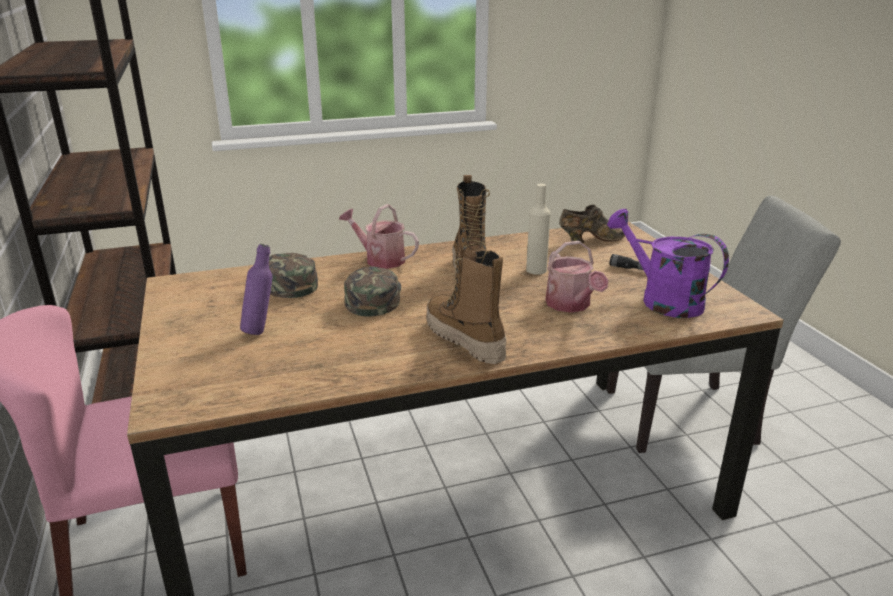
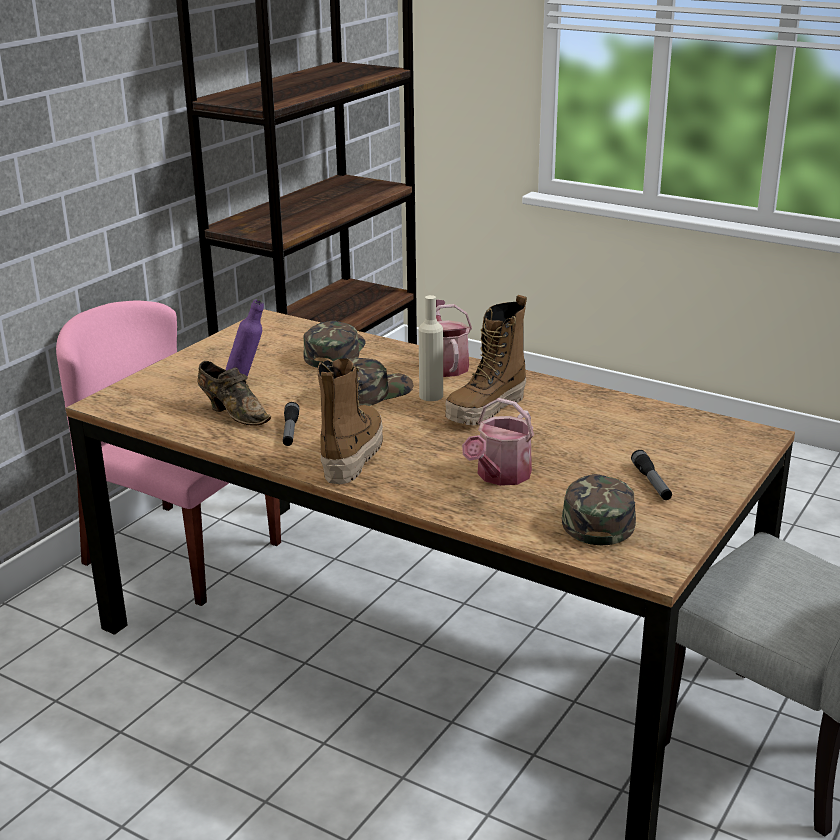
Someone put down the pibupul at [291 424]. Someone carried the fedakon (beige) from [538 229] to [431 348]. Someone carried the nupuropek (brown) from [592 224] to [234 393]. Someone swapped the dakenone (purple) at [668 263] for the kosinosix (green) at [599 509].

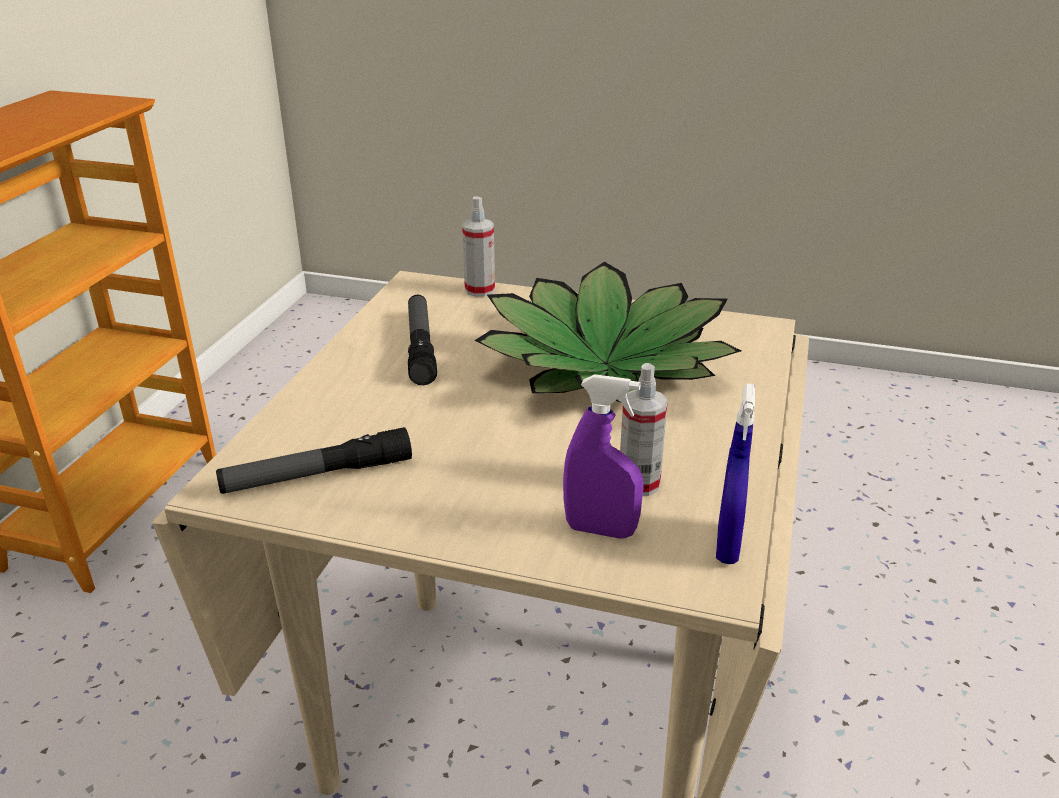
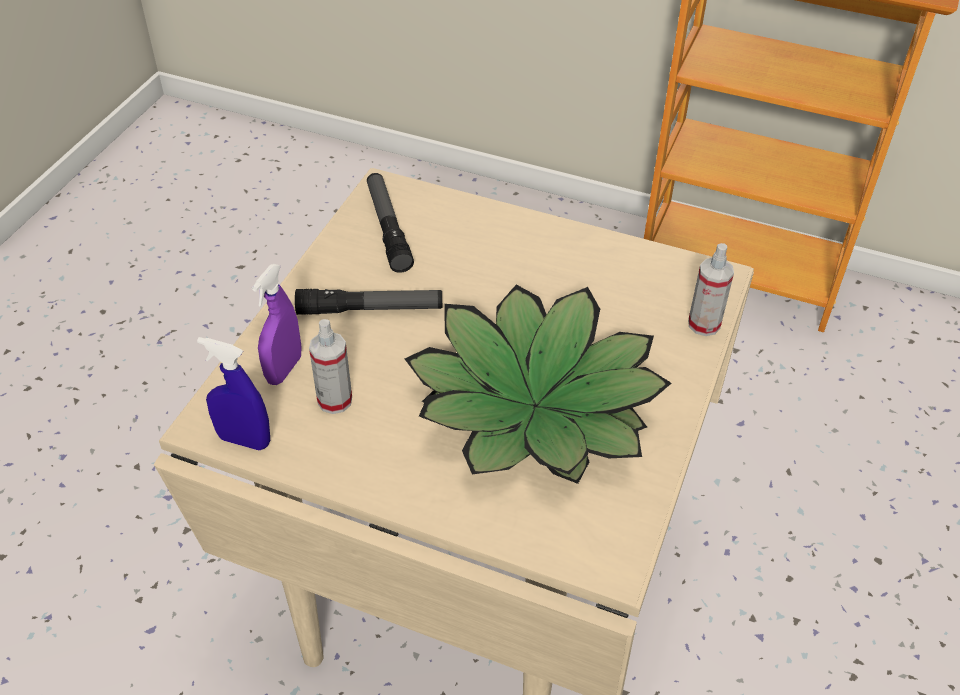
Someone carried the pibupul from [422 340] to [368 302].

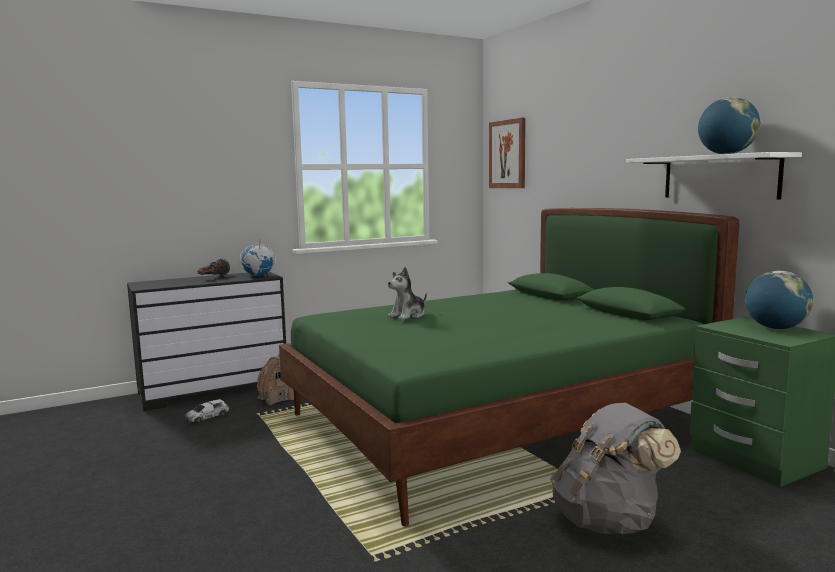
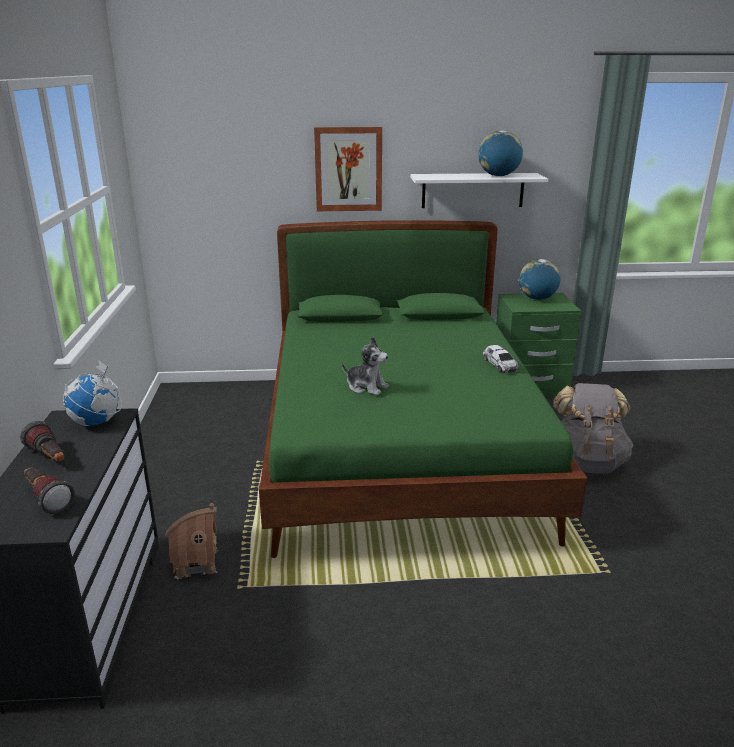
Someone put down the pibupul at [49 490]. Someone carried the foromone from [207 411] to [501 359]. Someone carried the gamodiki from [507 153] to [348 169]. Someone rotated the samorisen at [407 293] by 45 degrees counterclockwise.

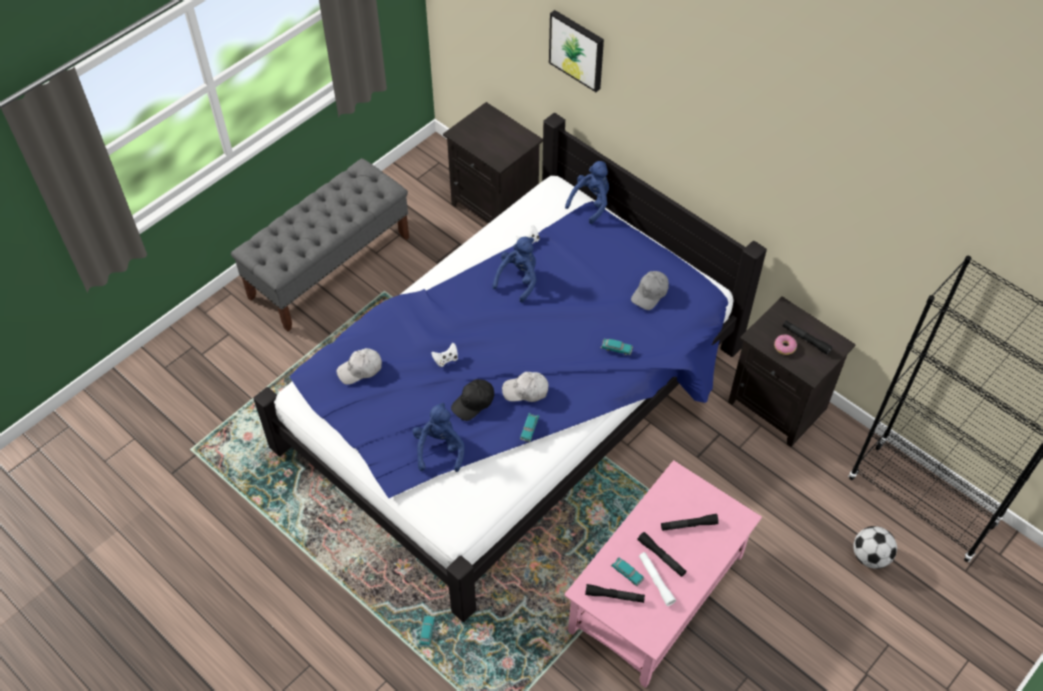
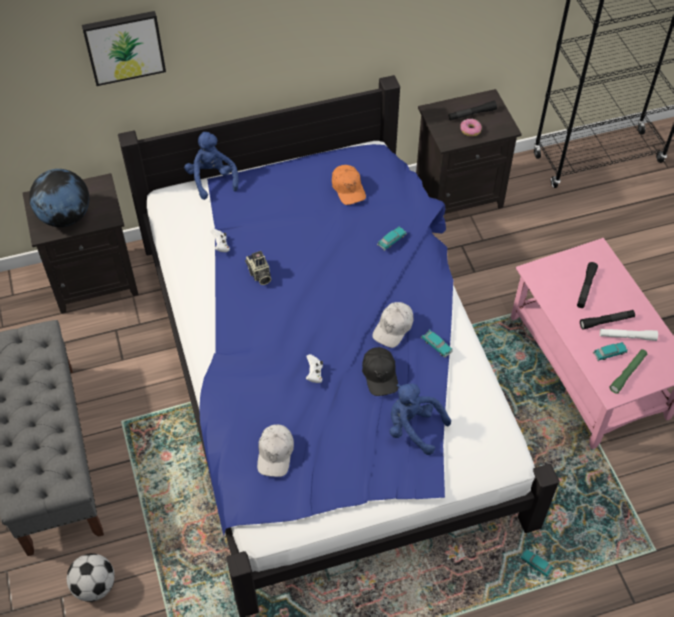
Someone put down the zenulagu at [59 198]. Someone carried the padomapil from [875 547] to [91 577]. Someone swapped the samorisen (blue) at [514 270] for the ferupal at [258 268]. Someone repainted the pibupul (black) at [615 593], which became the pibupul (green) at [628 371]. Someone repainted the kosinosix (grey) at [650 290], which became the kosinosix (orange) at [349 185].

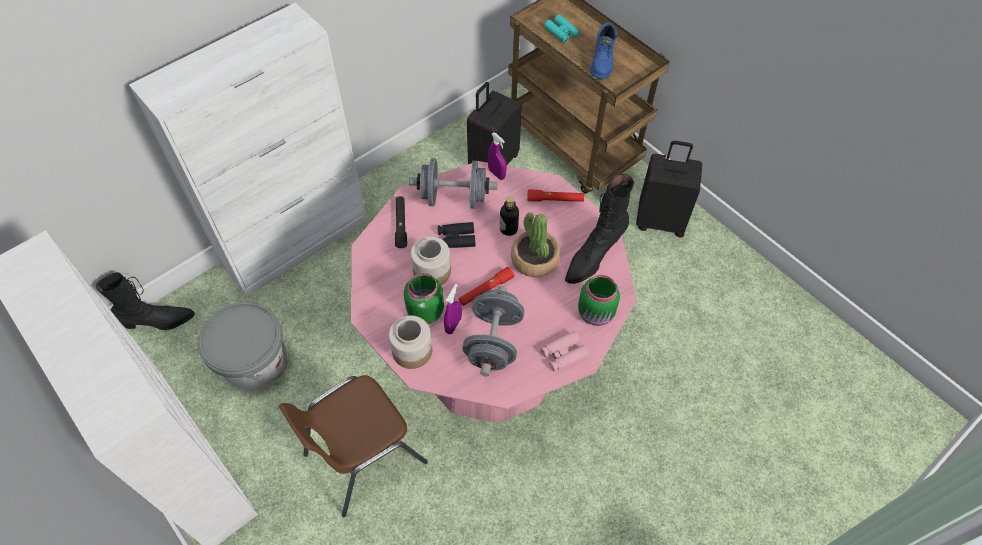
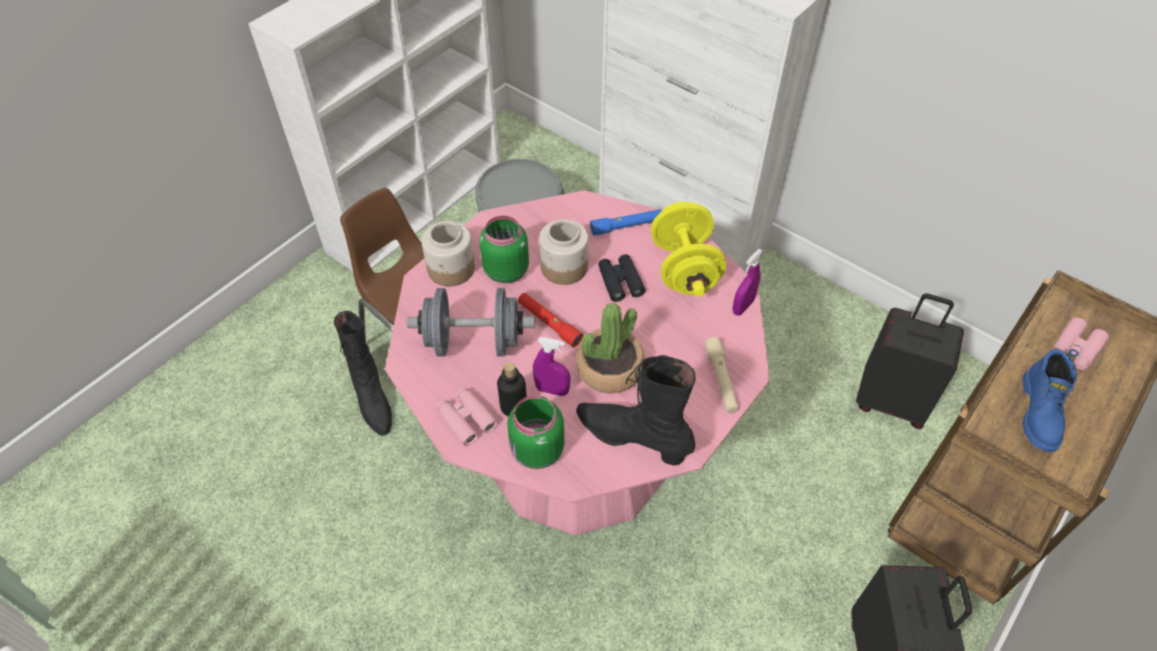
Someone carried the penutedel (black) from [145 301] to [363 373]. Someone carried the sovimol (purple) from [453 309] to [551 366]. Someone carried the fedakon from [509 216] to [512 389]. Someone repainted the pibupul (black) at [401 222], which became the pibupul (blue) at [625 222]. Someone repainted the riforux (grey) at [453 183], which became the riforux (yellow) at [688 249]. Someone repainted the pibupul (red) at [555 195], which became the pibupul (beige) at [721 375]. Someone repainted the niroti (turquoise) at [561 28], which became the niroti (pink) at [1080 343]. Someone rotated the penutedel (blue) at [603 51] by 75 degrees counterclockwise.

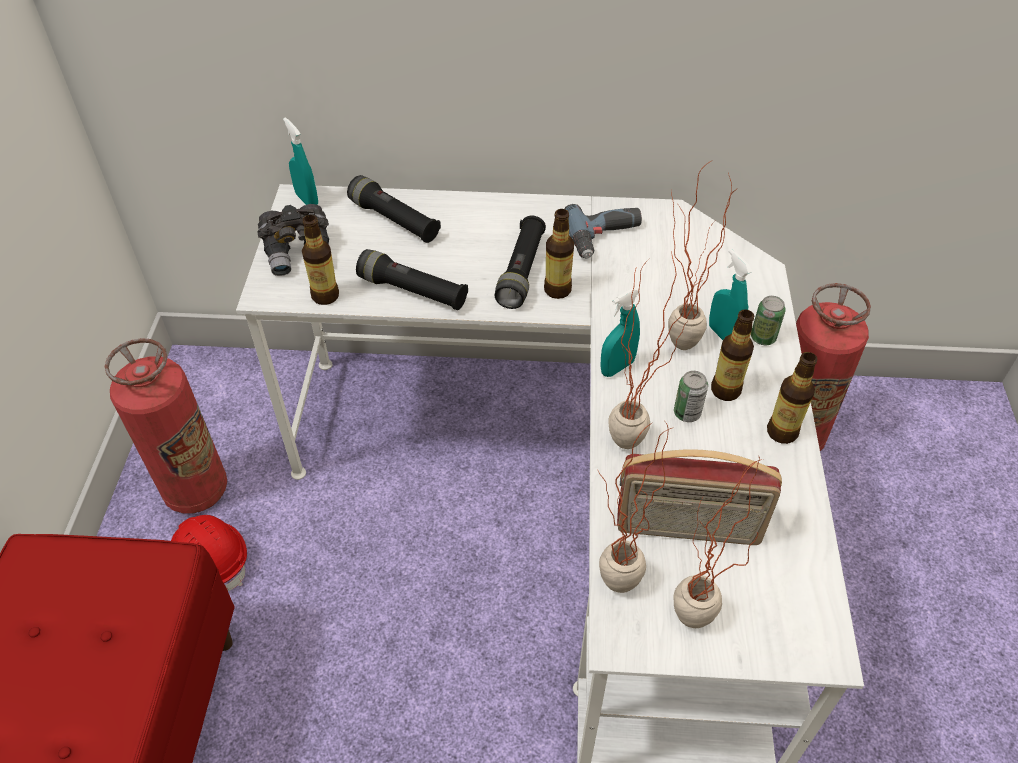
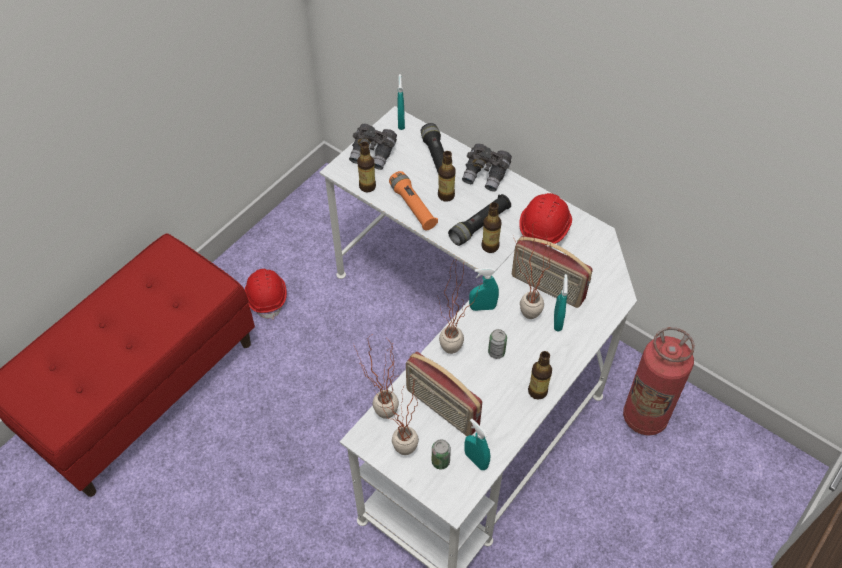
Someone took away the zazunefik at [166 426]. Someone put down the niroti (grey) at [487 167]. Someone put down the sovimol (turquoise) at [477 444]. Someone put down the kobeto at [552 271]. Someone carried the fedakon from [732 355] to [447 176]. Someone carried the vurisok from [768 320] to [441 454]. Someone swapped the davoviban at [603 231] for the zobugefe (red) at [545 220]. Someone repainted the pibupul (black) at [412 279], which became the pibupul (orange) at [413 200].

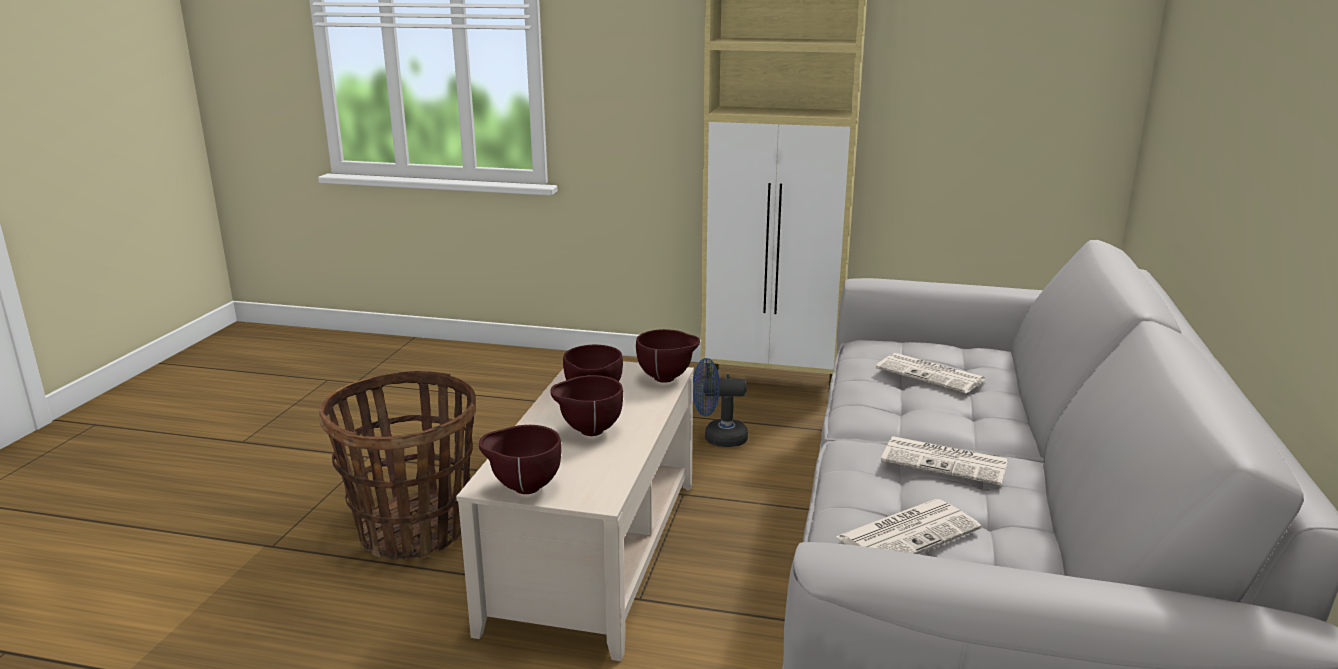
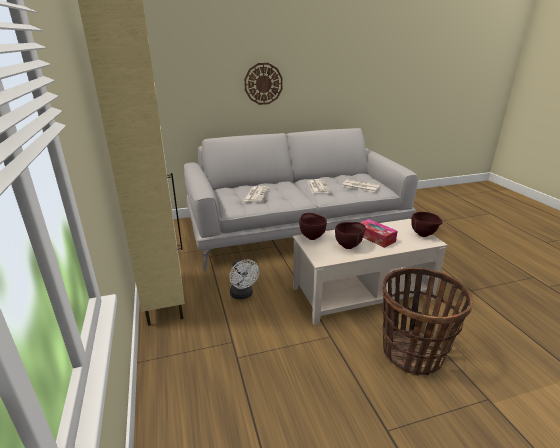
Someone put up the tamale at [263 84]. Someone swapped the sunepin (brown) at [586 405] for the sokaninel at [379 233]. Someone repainted the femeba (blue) at [720 402], which became the femeba (white) at [244 280].

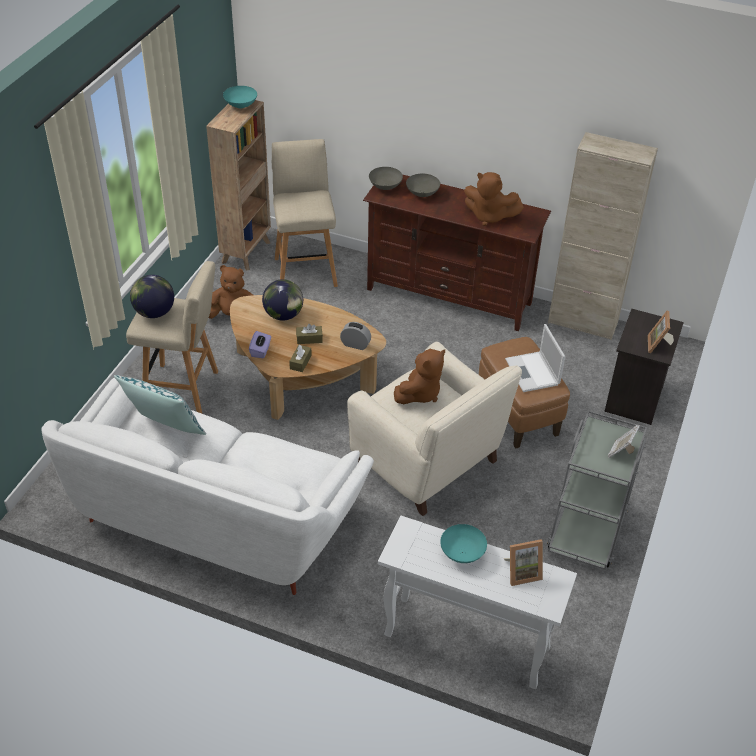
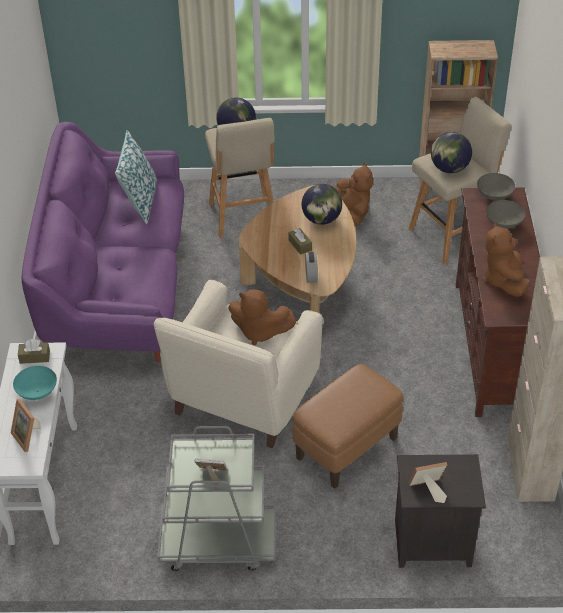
Someone took away the sunepin (turquoise) at [240 97]. Someone took away the sokaninel (purple) at [260 345]. Someone took away the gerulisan at [535 358]. Someone put down the zenulagu at [451 152]. Someone carried the sokaninel (brown) from [300 358] to [34 351]. Someone repainted the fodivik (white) at [208 486], which became the fodivik (purple) at [103 242].

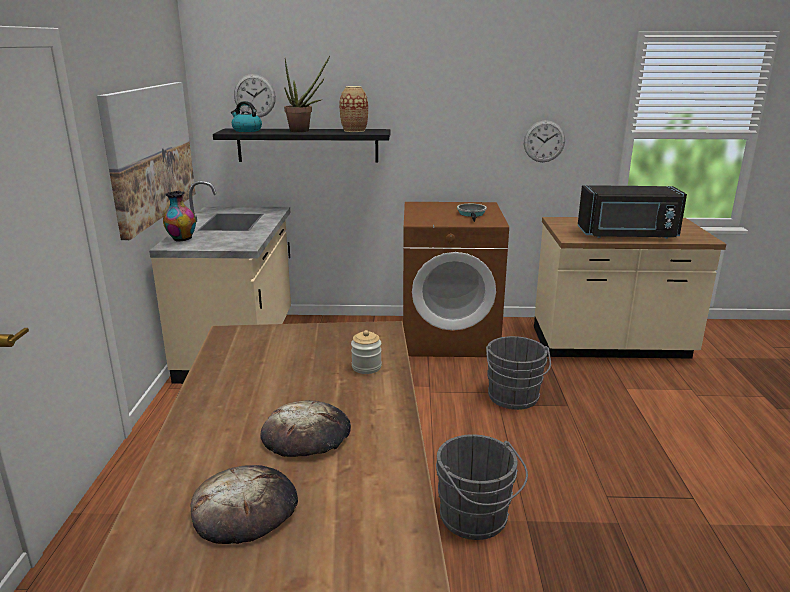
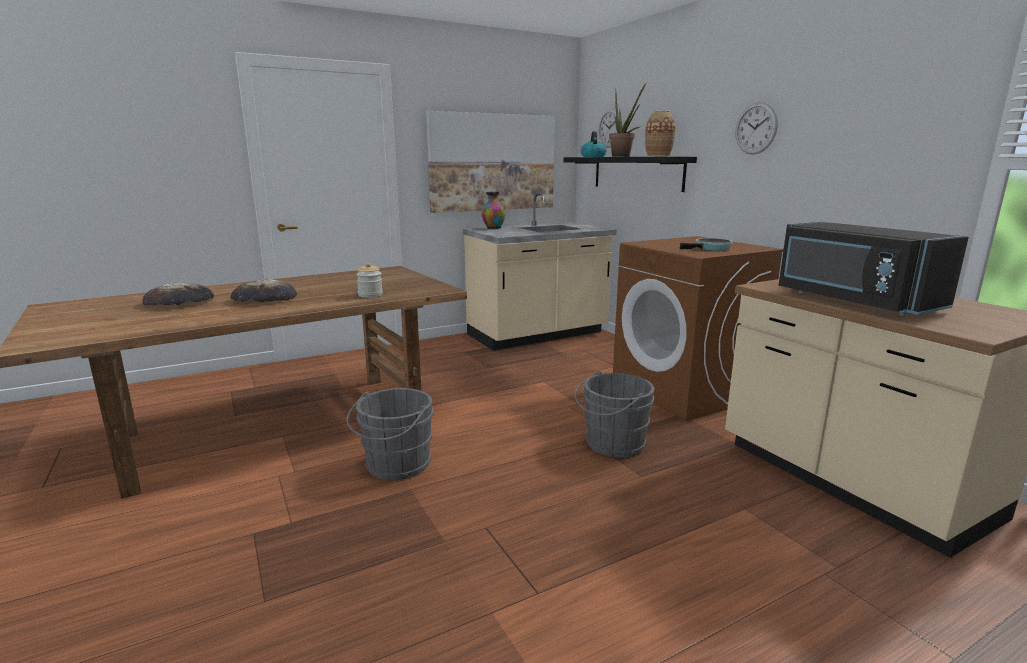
Someone carried the tamale from [544 141] to [757 128].

